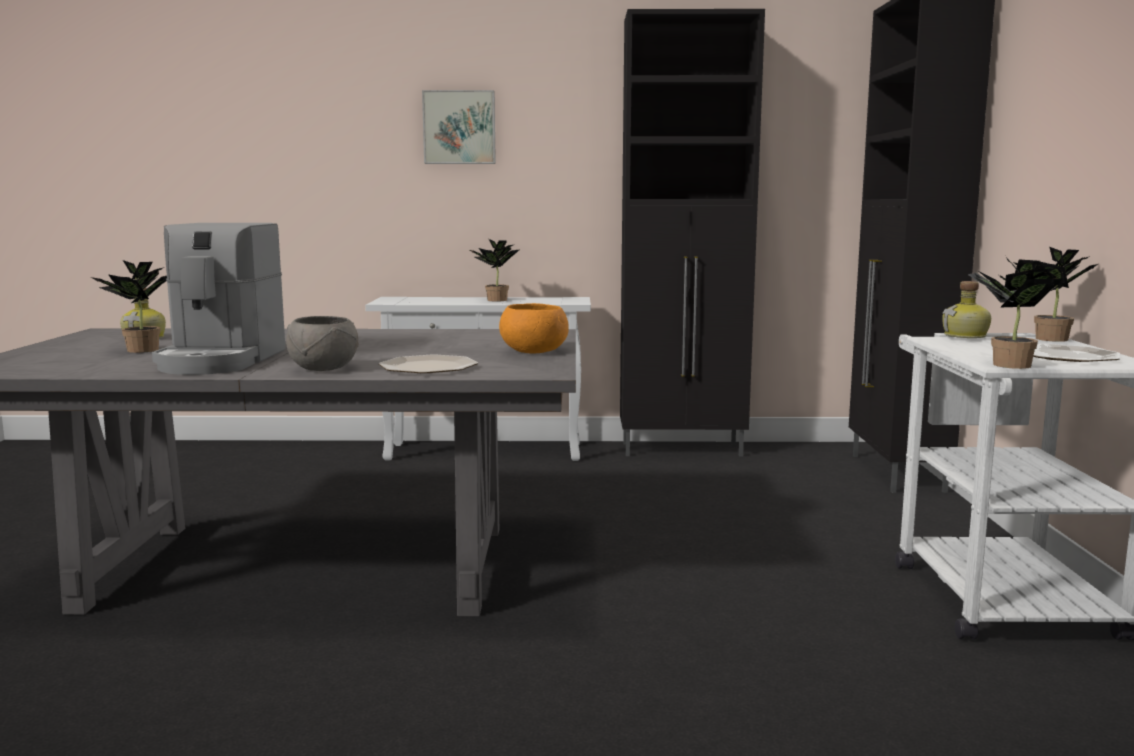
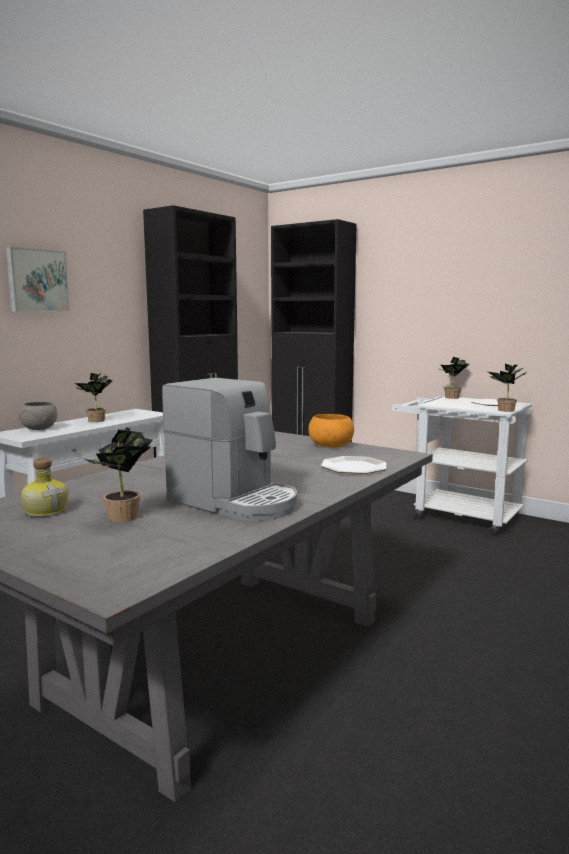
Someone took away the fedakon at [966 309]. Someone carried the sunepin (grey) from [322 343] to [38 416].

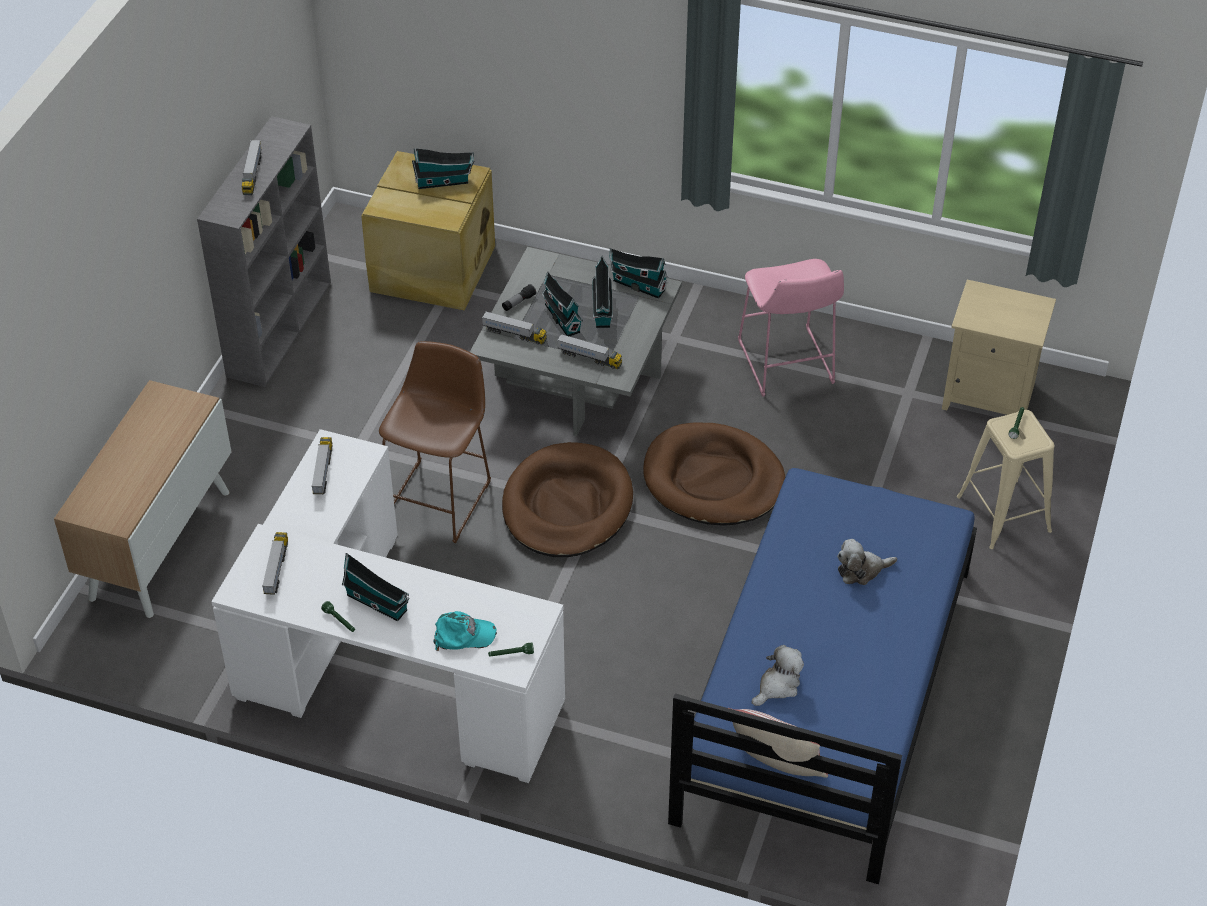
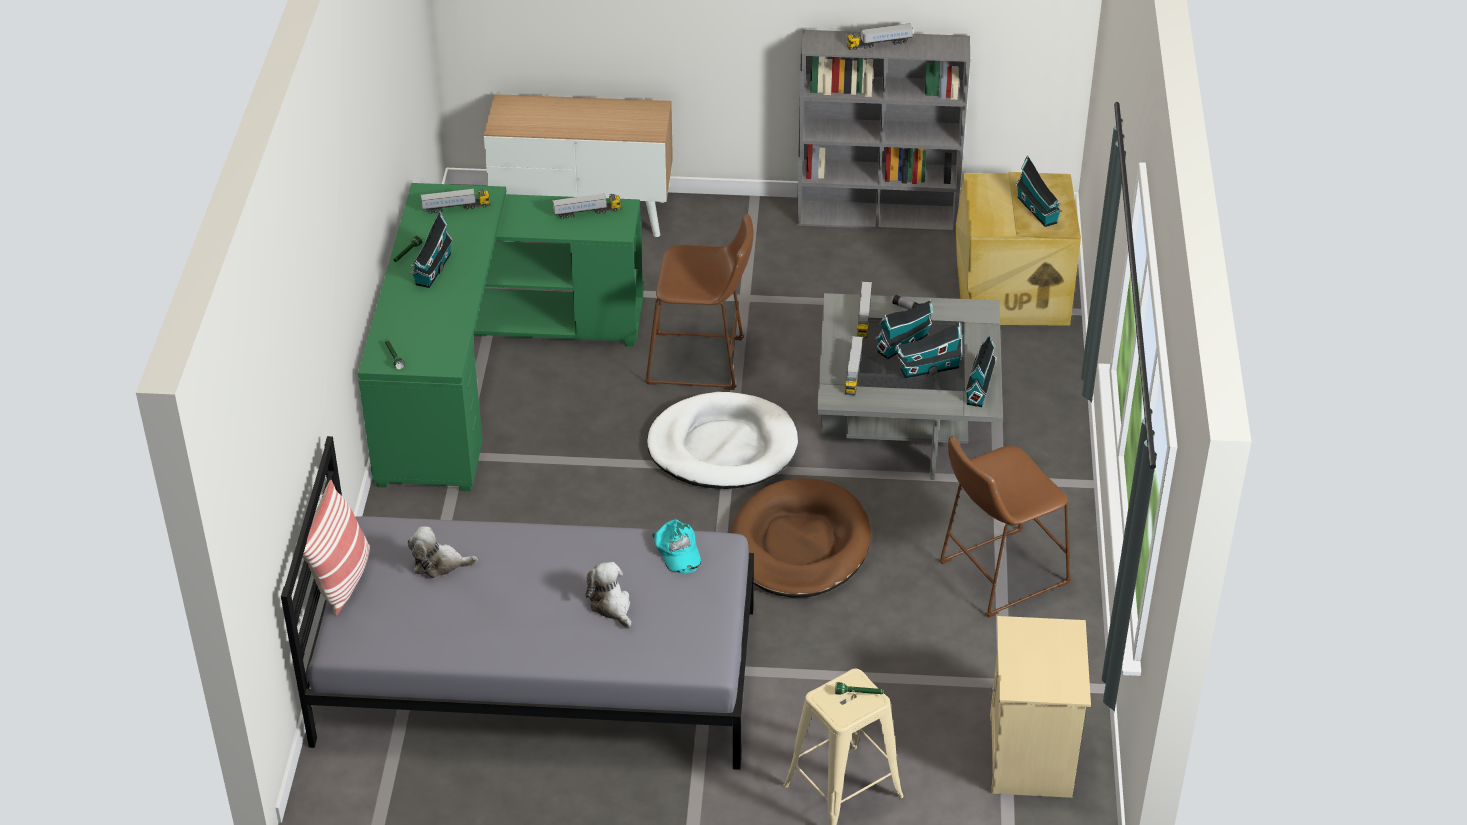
Someone carried the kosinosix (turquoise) from [465 631] to [676 546]. Someone repainted the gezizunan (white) at [388 606], which became the gezizunan (green) at [500 337]. Someone repainted the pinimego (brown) at [567 499], which became the pinimego (white) at [722 440]. Someone repainted the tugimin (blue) at [822 676], which became the tugimin (grey) at [517 603]. Someone repainted the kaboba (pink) at [791 328], which became the kaboba (brown) at [1005 526]. Someone rotated the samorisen at [778 675] by 150 degrees clockwise.

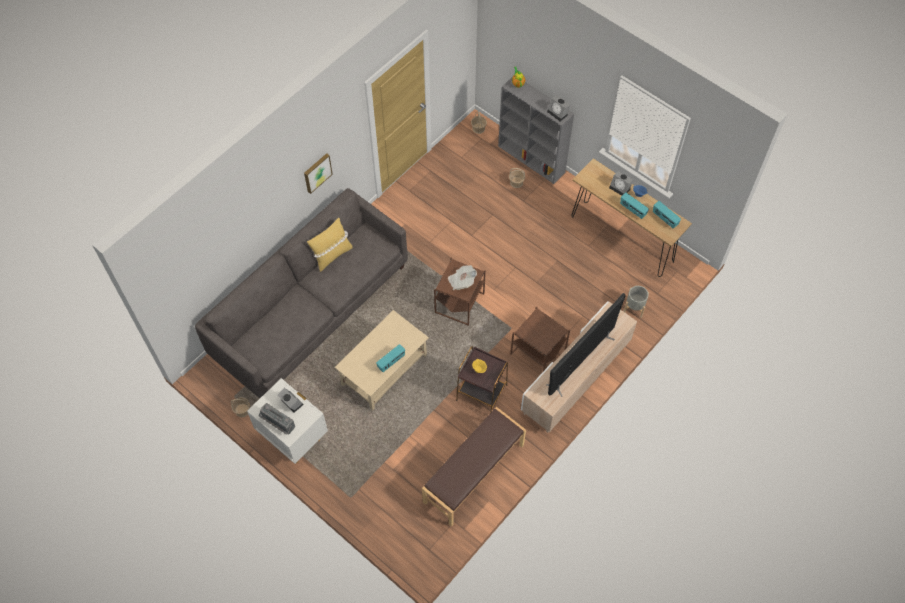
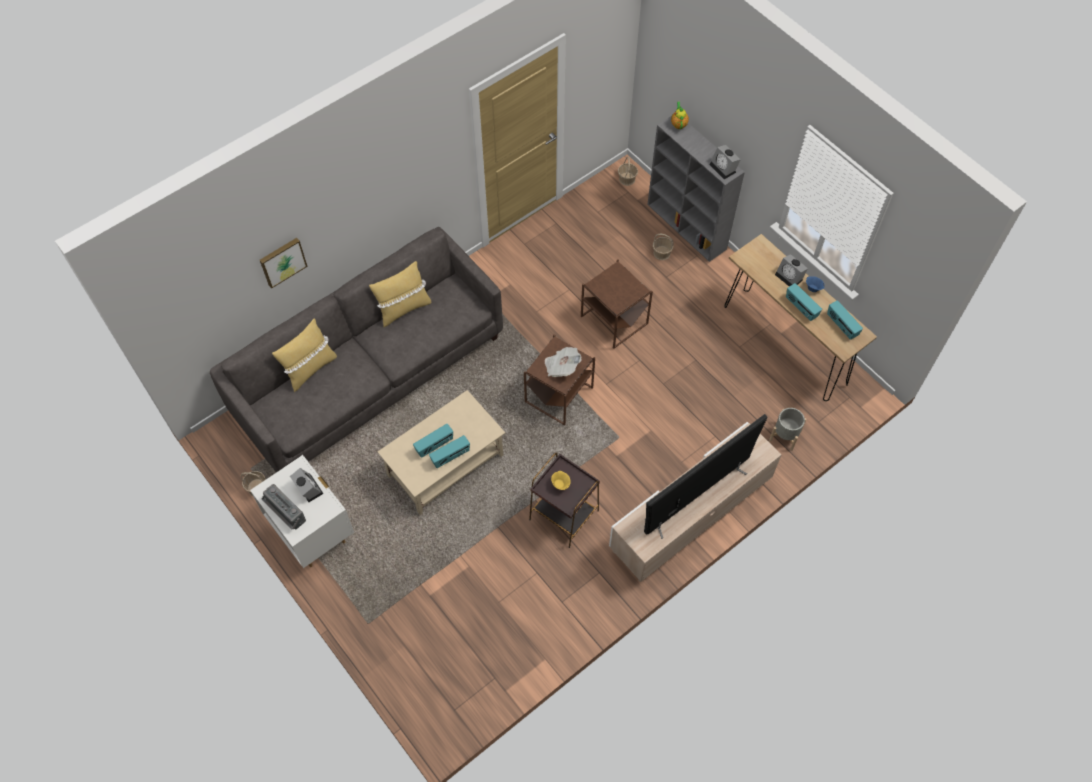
Someone took away the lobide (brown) at [474 467]. Someone put down the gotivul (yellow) at [304 355]. Someone put down the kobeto at [433 441]. Someone carried the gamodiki from [318 173] to [284 263]. Someone carried the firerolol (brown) from [540 338] to [617 304].

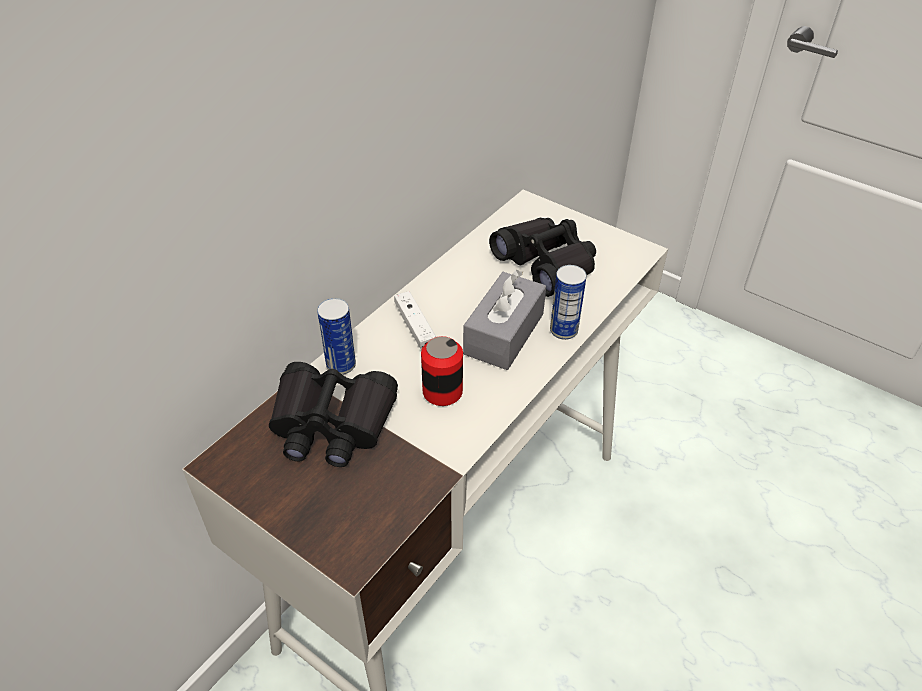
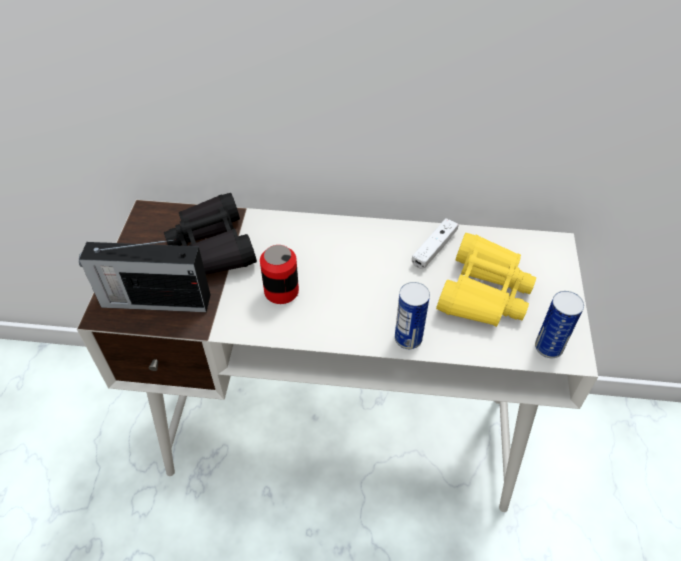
Someone took away the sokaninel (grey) at [504 320]. Someone put down the kobeto at [144 275]. Someone carried the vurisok from [336 336] to [559 324]. Someone carried the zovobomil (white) from [415 320] to [435 243]. Someone repainted the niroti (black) at [542 257], which became the niroti (yellow) at [486 280].

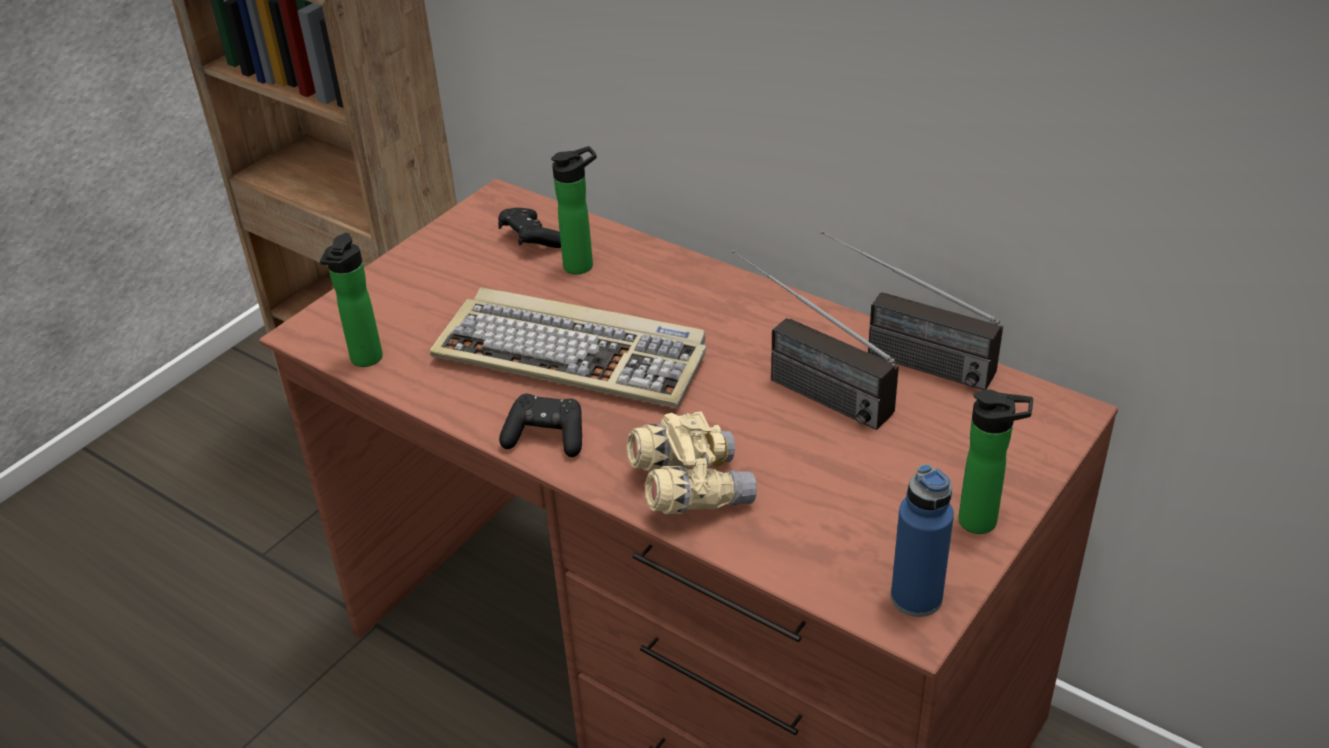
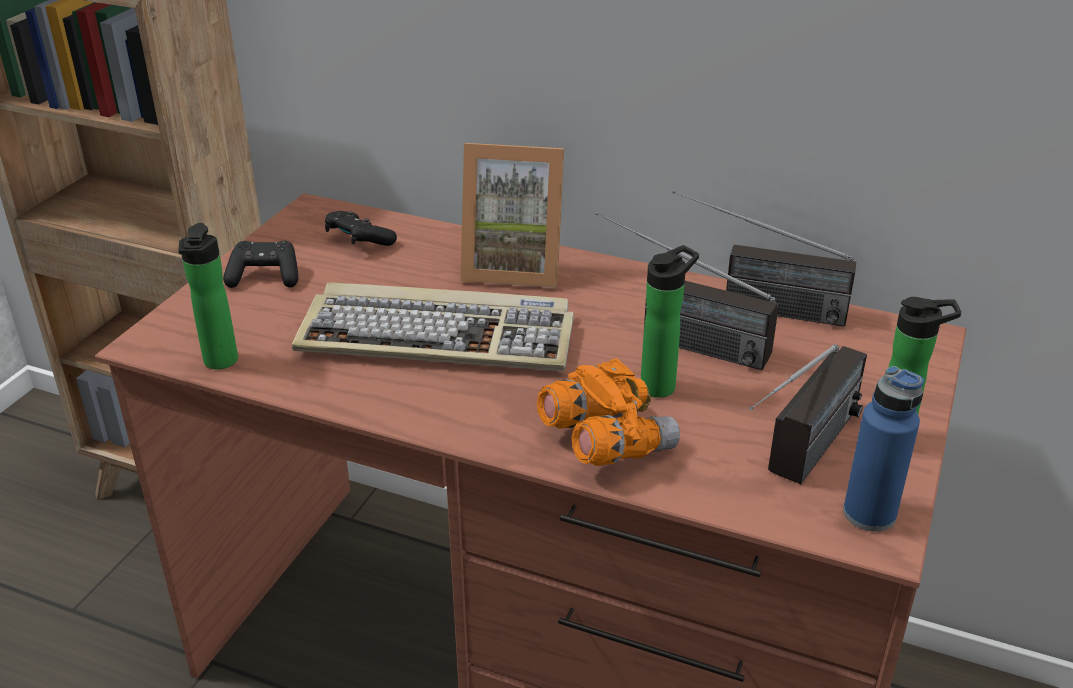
Someone put down the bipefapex at [512 215]. Someone put down the kobeto at [808 414]. Someone carried the zovobomil (black) from [540 425] to [260 264]. Someone carried the fedakon from [574 210] to [670 321]. Someone repainted the niroti (beige) at [692 462], which became the niroti (orange) at [608 412].

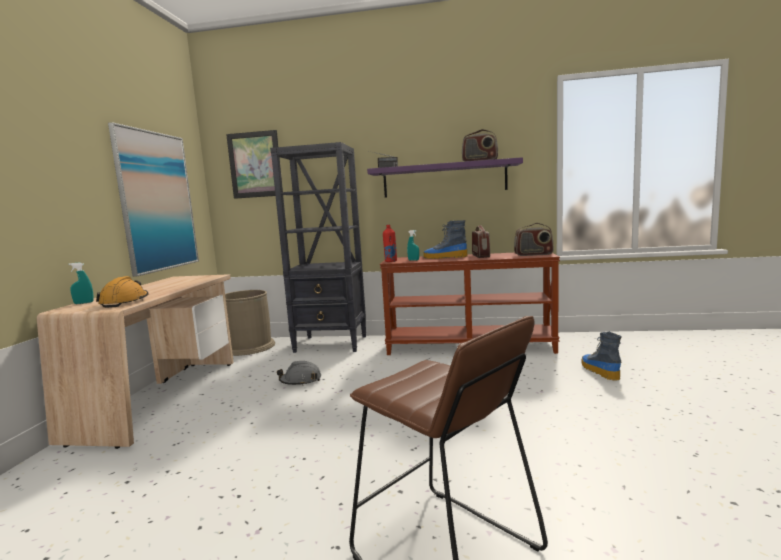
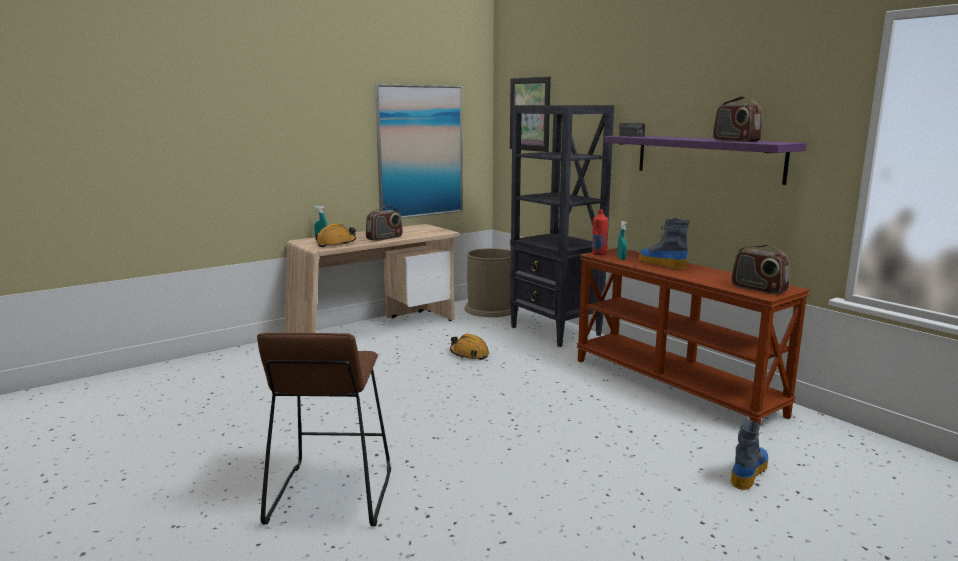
Someone carried the kobeto from [481 241] to [384 223]. Someone repainted the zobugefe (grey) at [299 373], which became the zobugefe (orange) at [469 346].

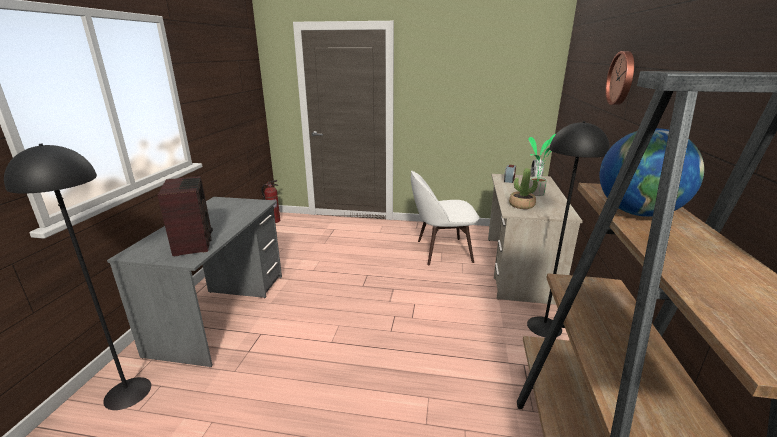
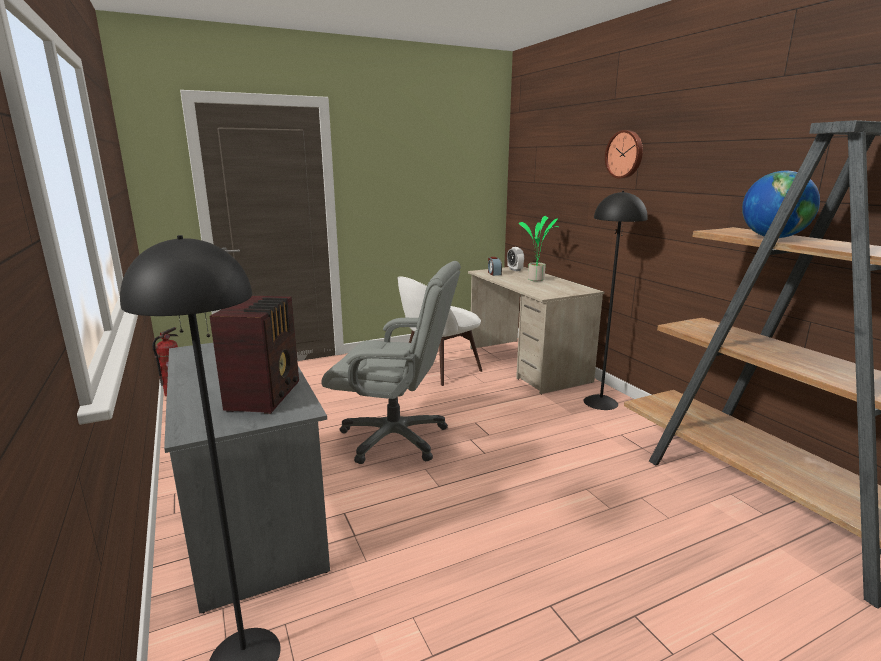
Someone took away the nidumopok at [523 188]. Someone put down the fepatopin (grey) at [391 362]. Someone rotated the kobeto at [185 216] by 60 degrees clockwise.

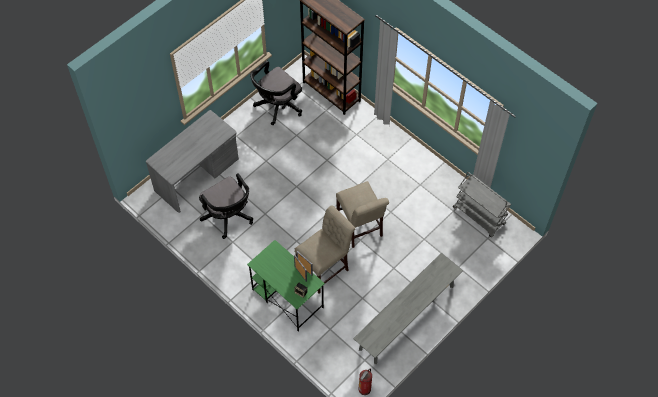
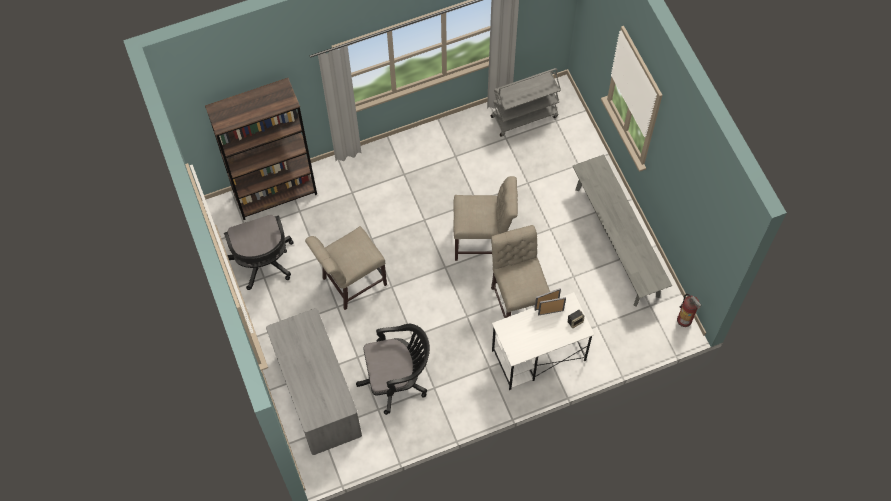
Someone put down the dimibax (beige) at [346 268]. Someone repainted the gezizunan (green) at [286 286], which became the gezizunan (white) at [543 341].

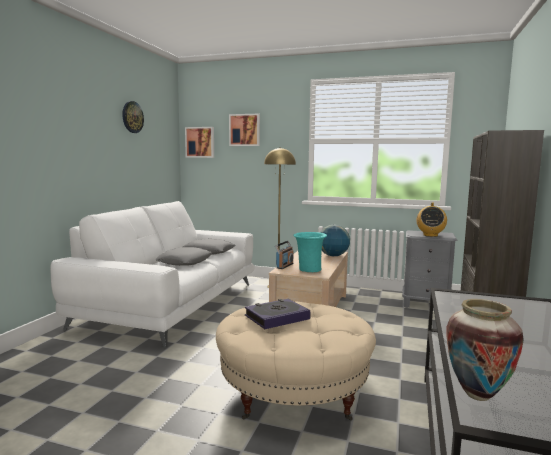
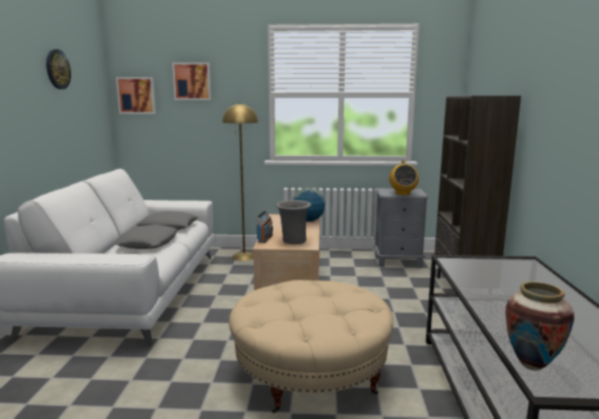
Someone took away the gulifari at [278 314]. Someone repainted the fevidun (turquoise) at [310 252], which became the fevidun (grey) at [293 222].

